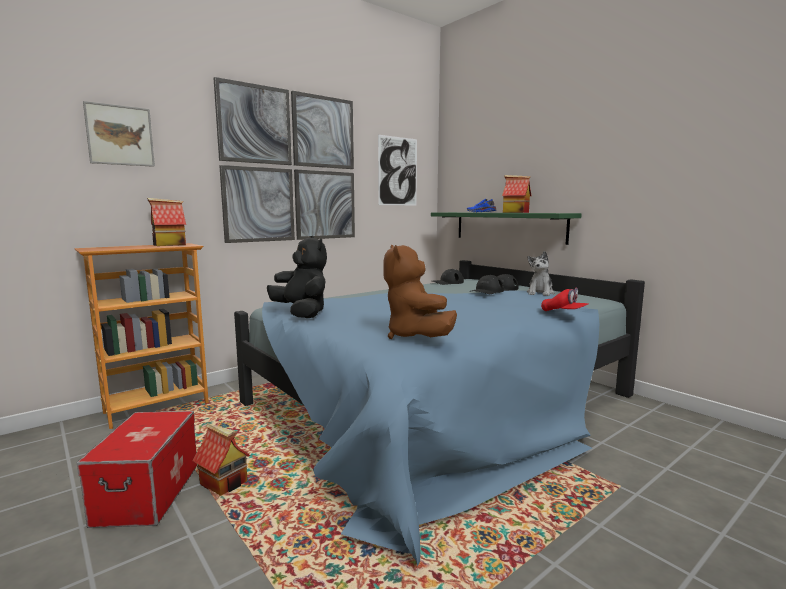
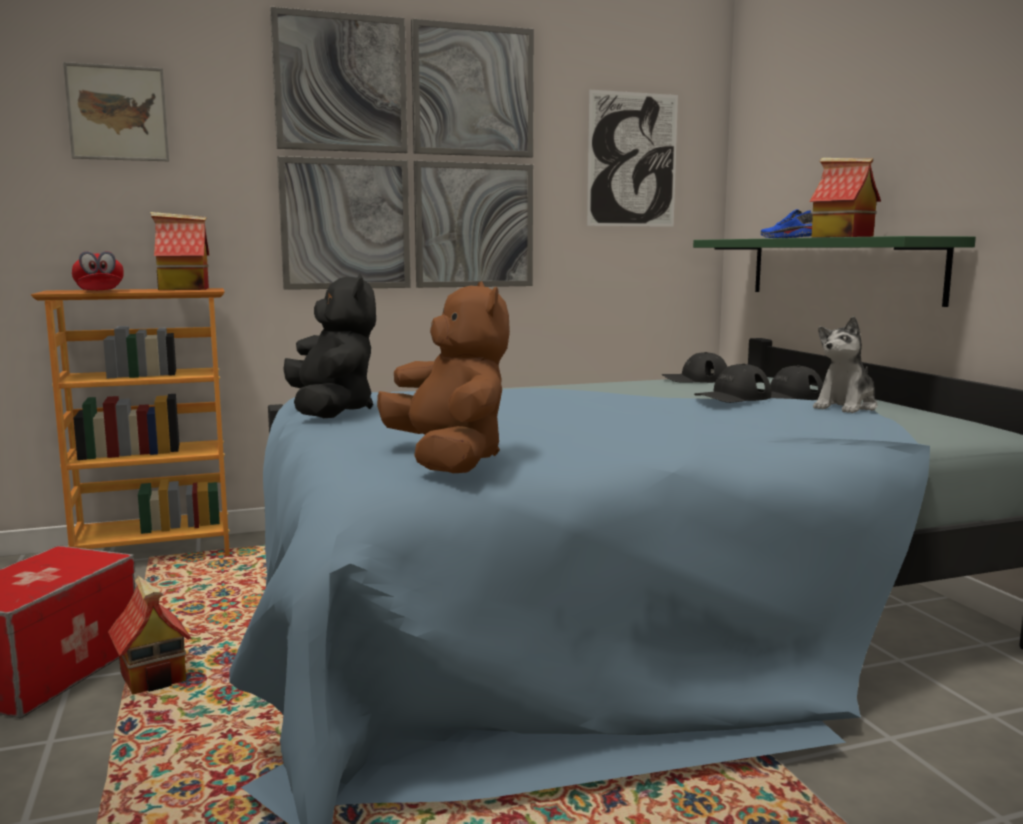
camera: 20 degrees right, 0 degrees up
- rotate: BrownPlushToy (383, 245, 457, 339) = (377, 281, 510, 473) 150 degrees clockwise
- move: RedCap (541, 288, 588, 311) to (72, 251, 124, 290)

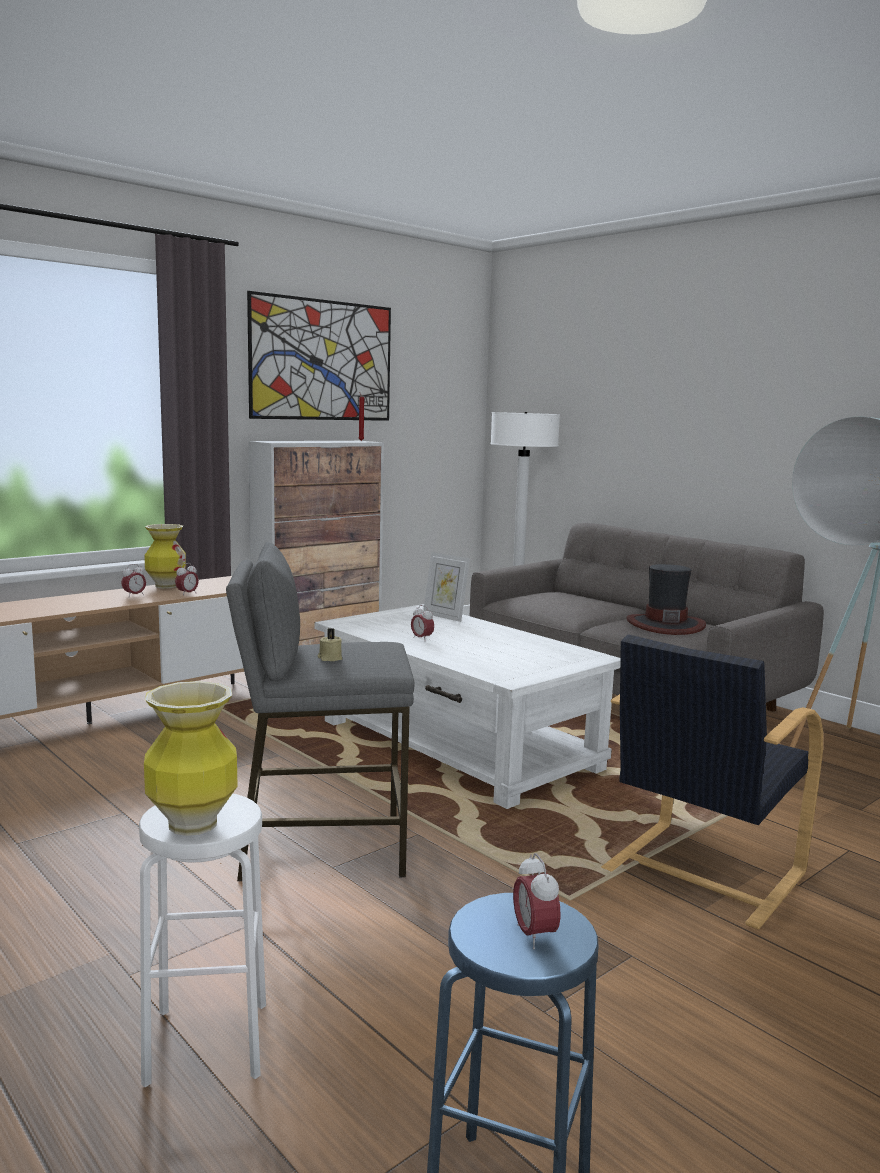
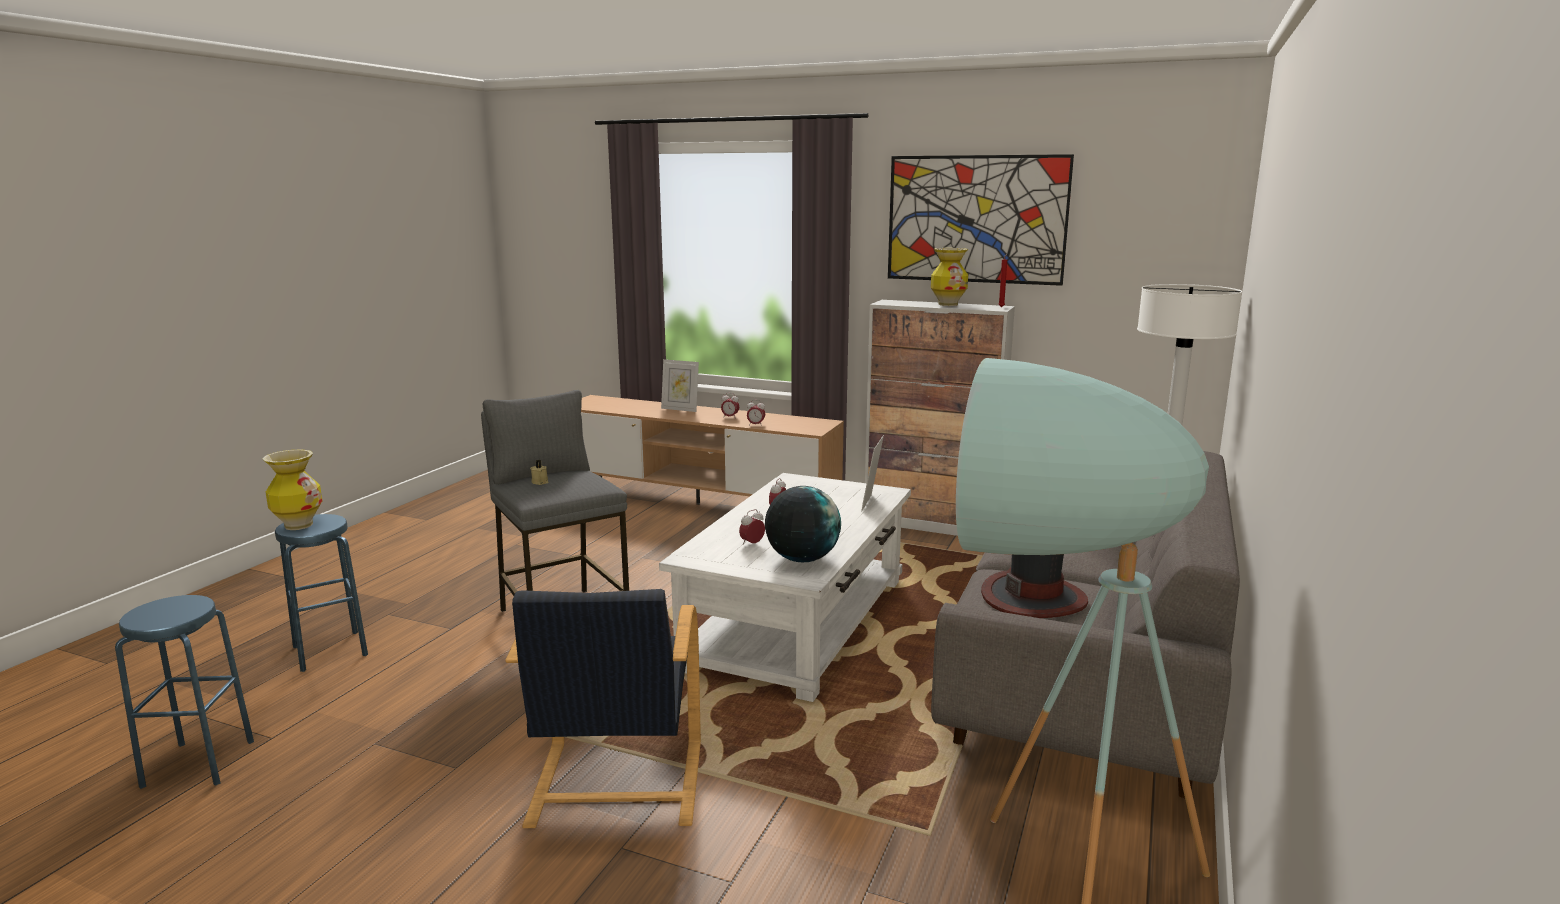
camera: 65 degrees right, 5 degrees up
- recolor: WhiteStool (139, 794, 266, 1087) to BlueStool (275, 514, 368, 672)
- move: Vase (144, 524, 186, 588) to (931, 248, 968, 306)
- move: AlarmClock (513, 853, 561, 950) to (739, 509, 765, 545)
- rotate: BlackArmchair (601, 635, 823, 930) = (505, 589, 701, 828) 105 degrees counterclockwise
- insert: PictureFrame (661, 359, 699, 412)
- insert: Globe (765, 486, 841, 562)

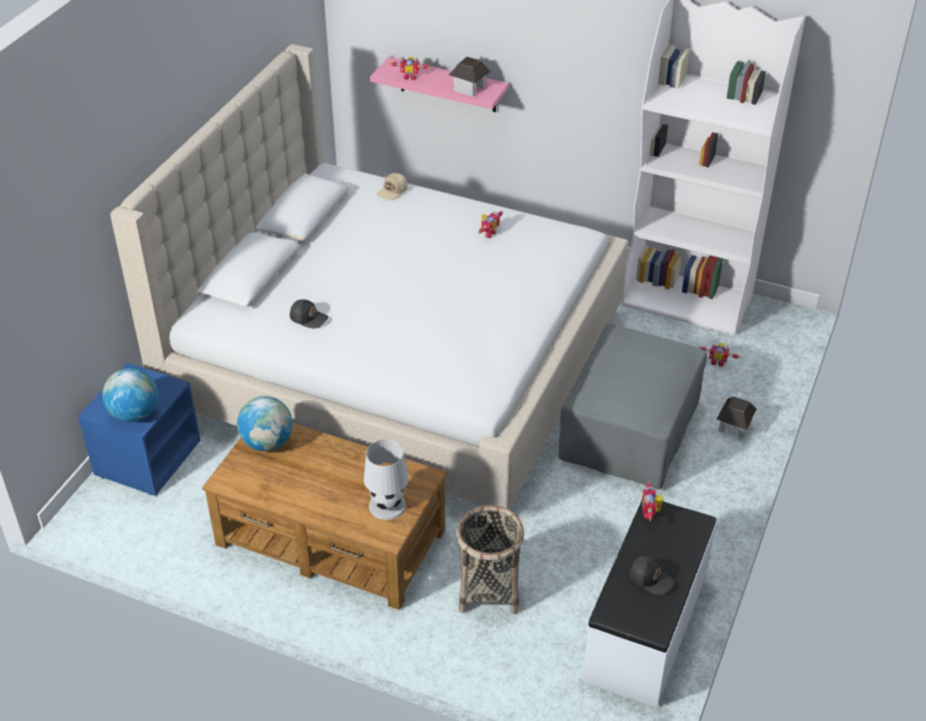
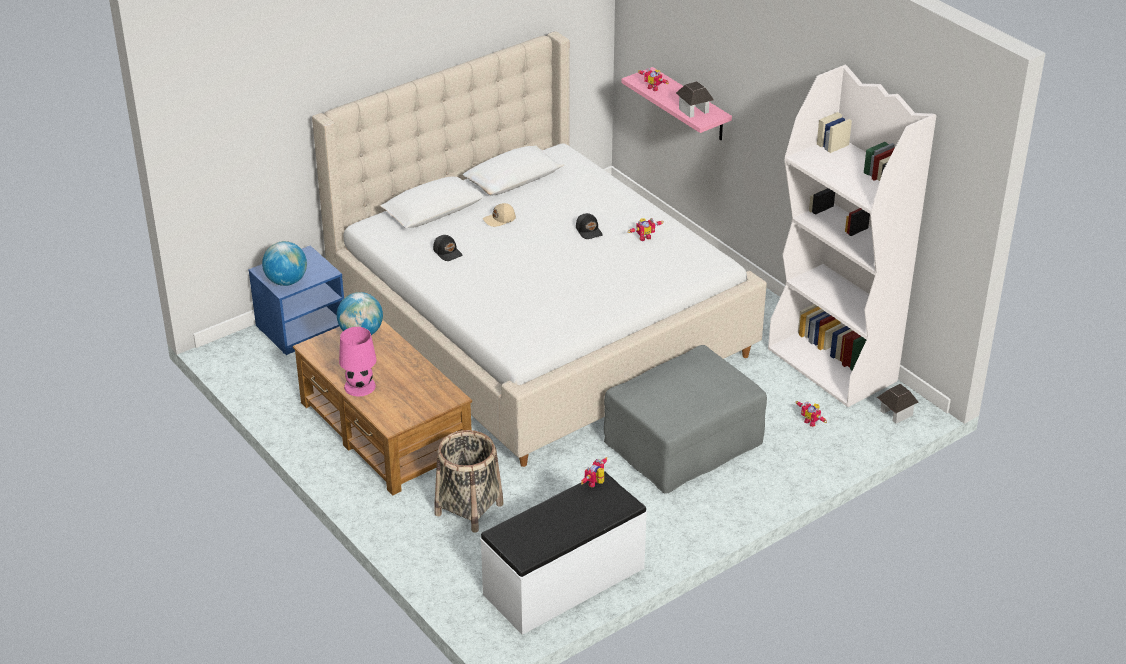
camera: 30 degrees right, 5 degrees down
- delete: WhiteTableLamp (364, 439, 409, 520)
- move: BeigeCap (377, 173, 408, 200) to (483, 203, 516, 227)
- move: BlackCap (629, 556, 674, 595) to (576, 213, 603, 239)
- move: ToyHouse (717, 396, 757, 439) to (877, 384, 918, 423)
- insert: PinkTableLamp (339, 327, 376, 396)

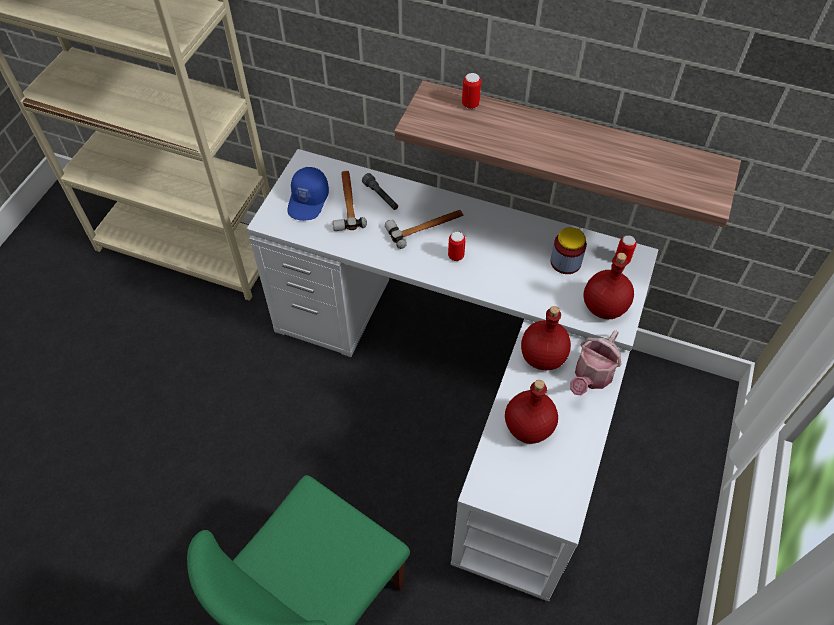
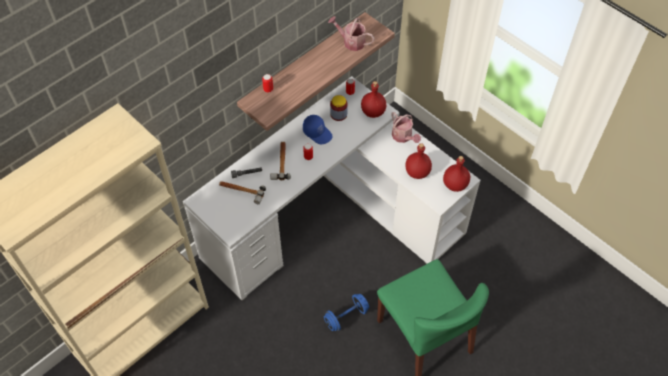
camera: 65 degrees left, 0 degrees up
- move: BlueCap (287, 167, 329, 221) to (303, 115, 332, 144)
- move: RedBottle (521, 306, 571, 370) to (443, 156, 470, 192)
- insert: BlueDumbbell (324, 294, 369, 331)
- insert: WateringCan (328, 16, 375, 51)

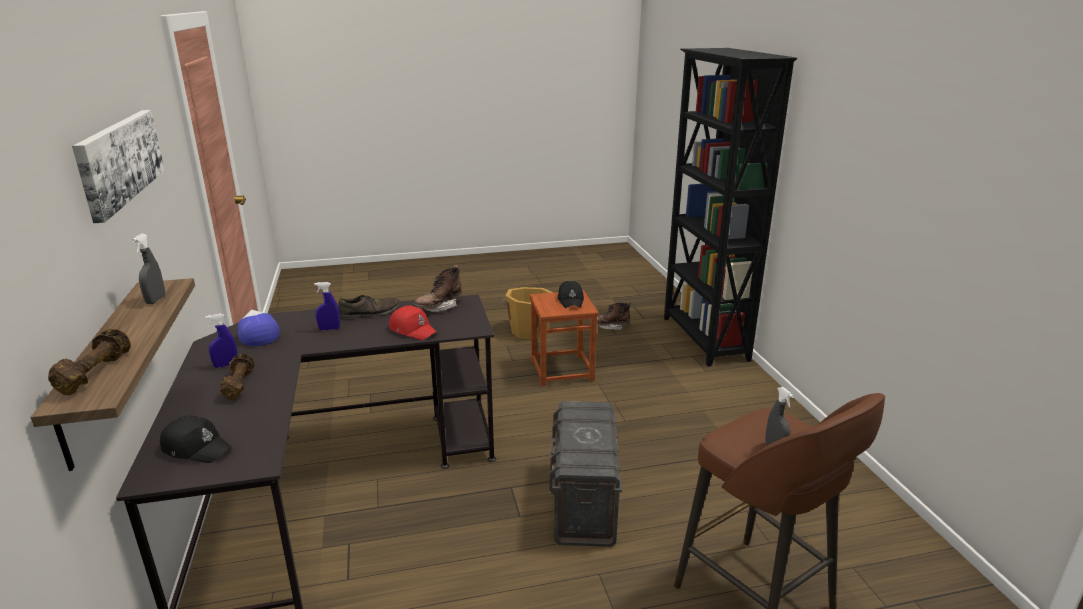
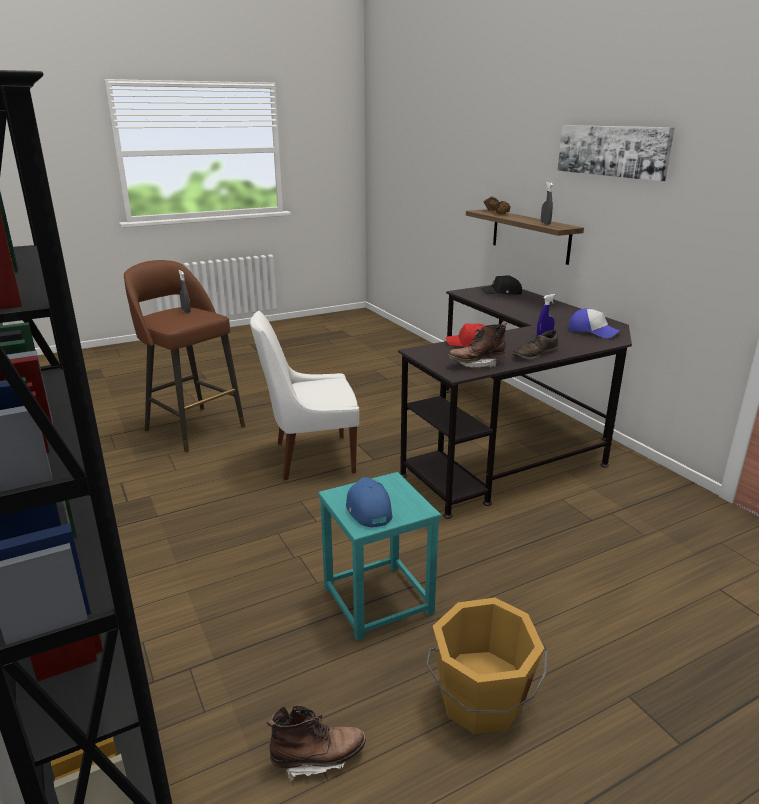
camera: 165 degrees right, 0 degrees up
- delete: BlueSprayBottle (205, 314, 238, 368)
- delete: BrownDumbbell (220, 354, 255, 400)
- rotate: BrownBoot (413, 265, 462, 312) = (447, 322, 507, 368) 135 degrees counterclockwise
- recolor: BrownStool (530, 290, 599, 386) to TurquoiseStool (318, 472, 441, 641)
- replace: GreyStorageBox (550, 401, 622, 547) to WhiteChair (250, 311, 359, 480)
- recolor: BlackCap (558, 281, 584, 308) to BlueCap (346, 477, 393, 528)

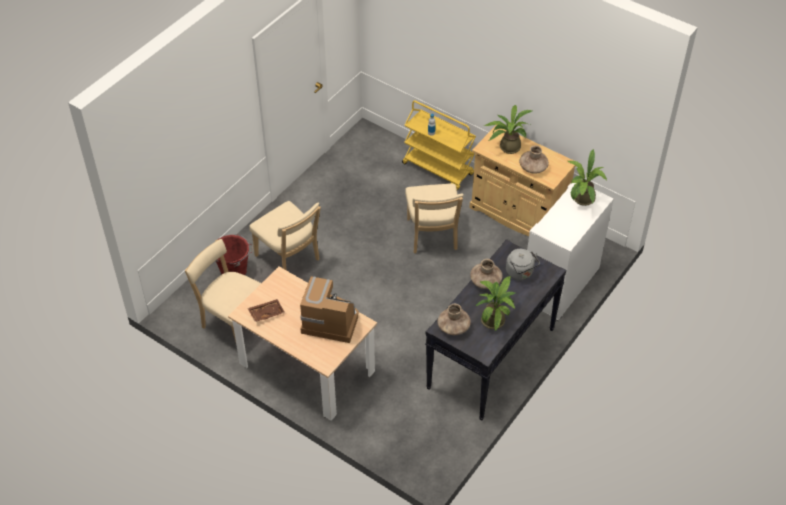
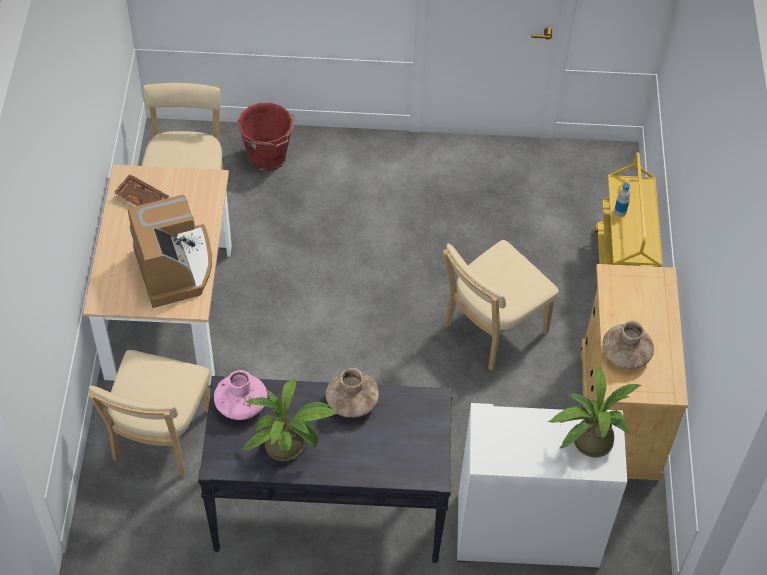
camera: 55 degrees right, 5 degrees up
- move: BeigeChair (249, 201, 321, 271) to (88, 350, 210, 477)
- recolor: BrownVase (437, 304, 471, 335) to PinkVase (214, 370, 268, 420)
- delete: PottedPlant (483, 105, 532, 154)
- delete: GreyKettle (506, 249, 540, 281)

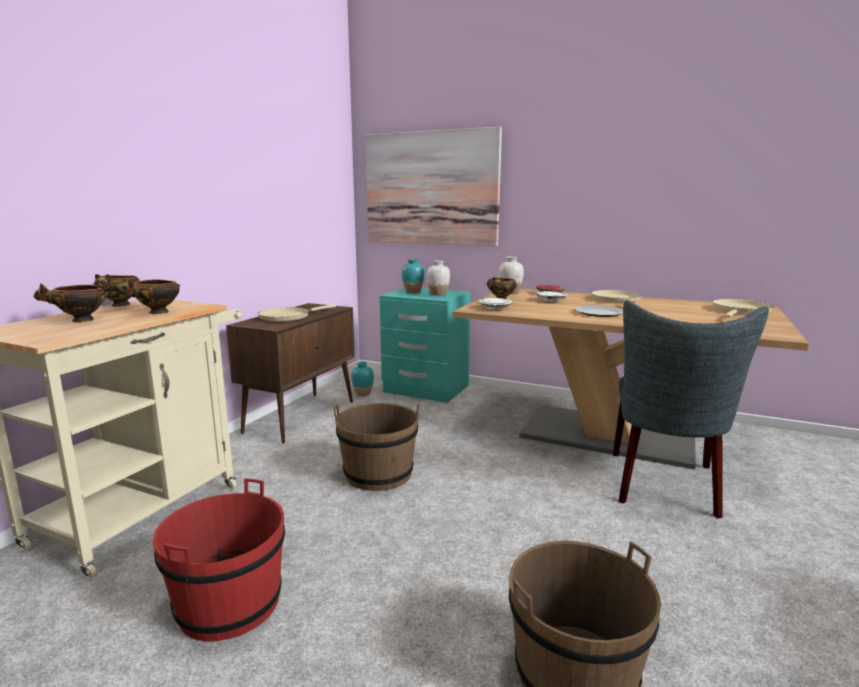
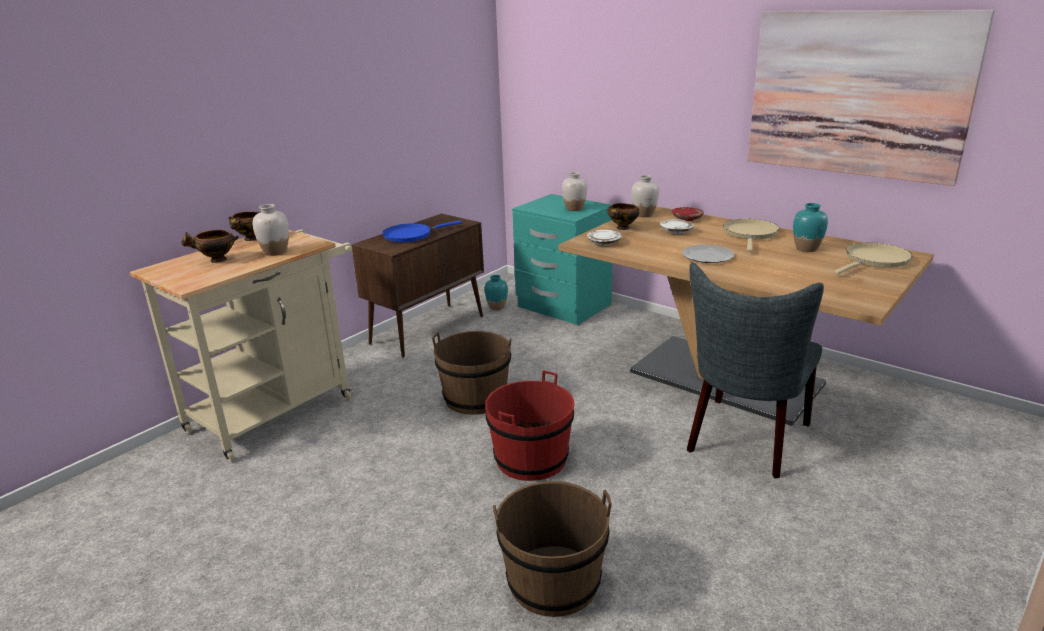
camera: 15 degrees right, 10 degrees up
- replace: Bowl (120, 279, 180, 314) to WhiteVase (253, 204, 289, 256)
- move: RedBucket (153, 478, 285, 642) to (485, 370, 574, 481)
- recolor: BeigeFryingPan (258, 305, 336, 322) to BlueFryingPan (382, 221, 462, 242)
- move: Picture (365, 127, 502, 246) to (748, 10, 995, 186)
- move: TurquoiseVase (402, 259, 424, 293) to (793, 203, 828, 252)

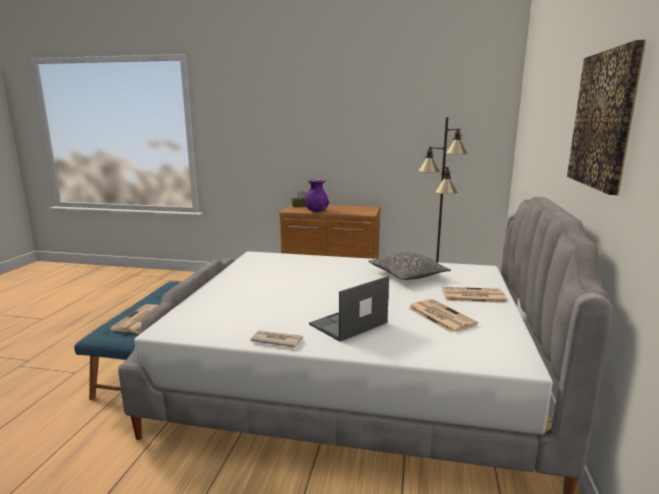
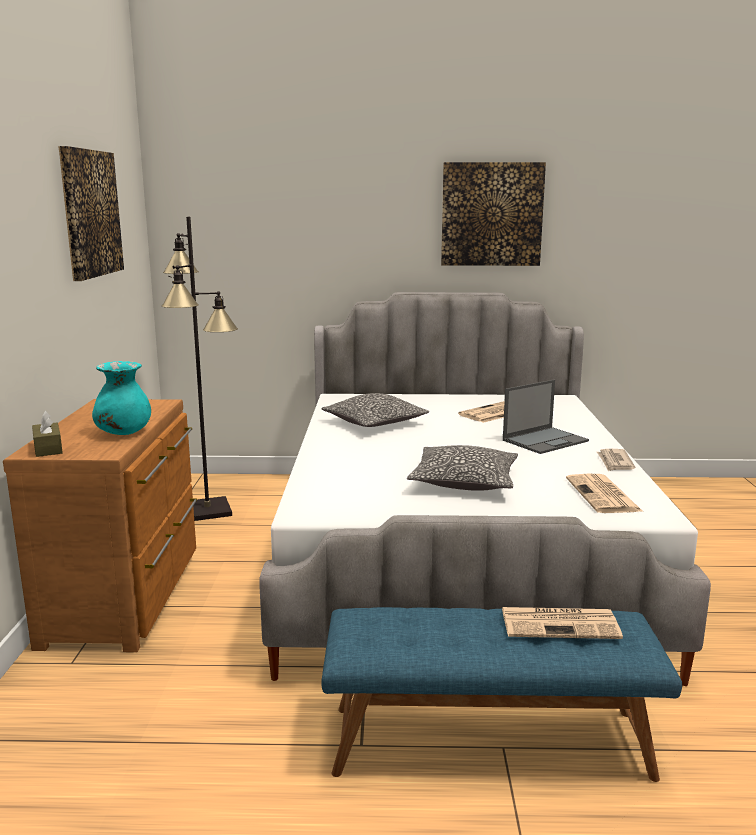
camera: 100 degrees left, 0 degrees up
- recolor: PurpleVase (305, 179, 329, 212) to TurquoiseVase (92, 361, 151, 435)
- rotate: Laptop (309, 276, 389, 342) = (503, 380, 589, 454) 75 degrees counterclockwise
- move: Newspaper (442, 287, 508, 303) to (566, 474, 642, 513)
- insert: Picture (58, 146, 124, 281)
- insert: Pillow (407, 445, 518, 491)

